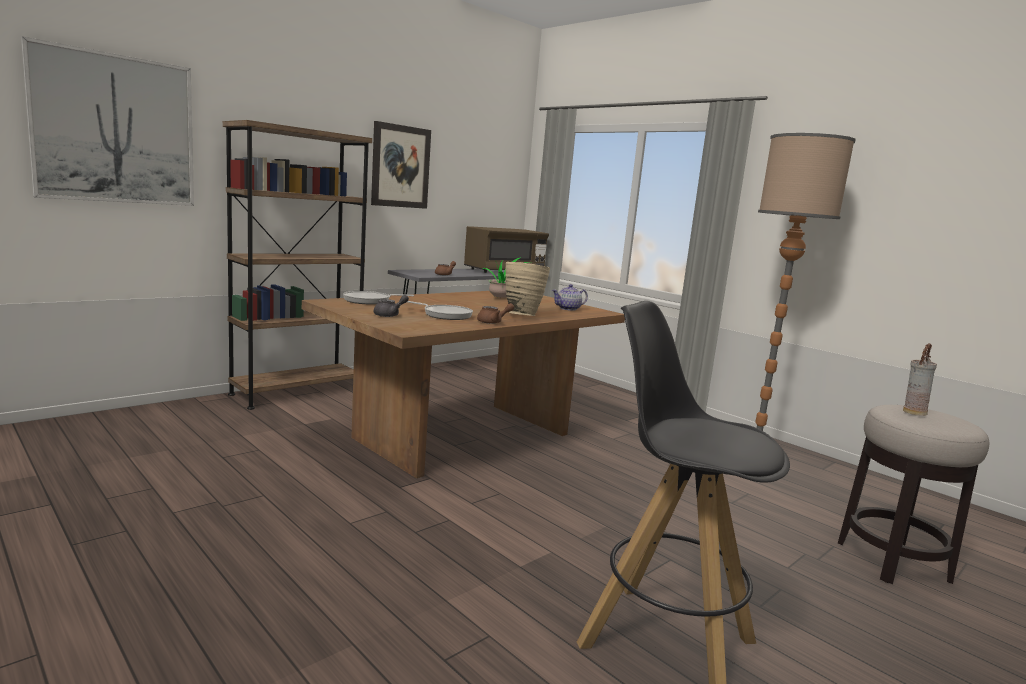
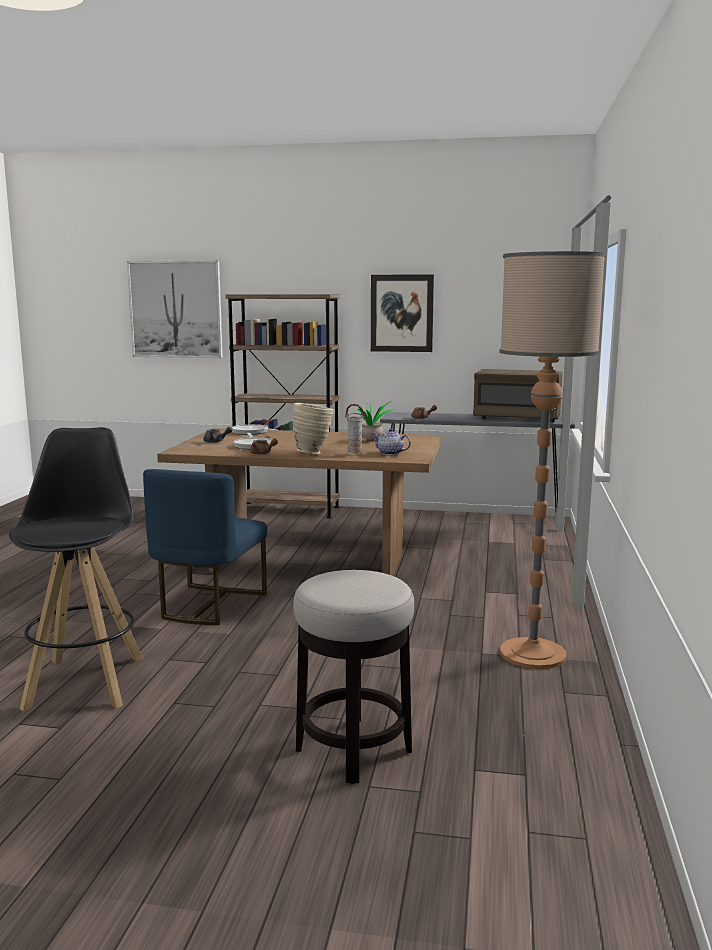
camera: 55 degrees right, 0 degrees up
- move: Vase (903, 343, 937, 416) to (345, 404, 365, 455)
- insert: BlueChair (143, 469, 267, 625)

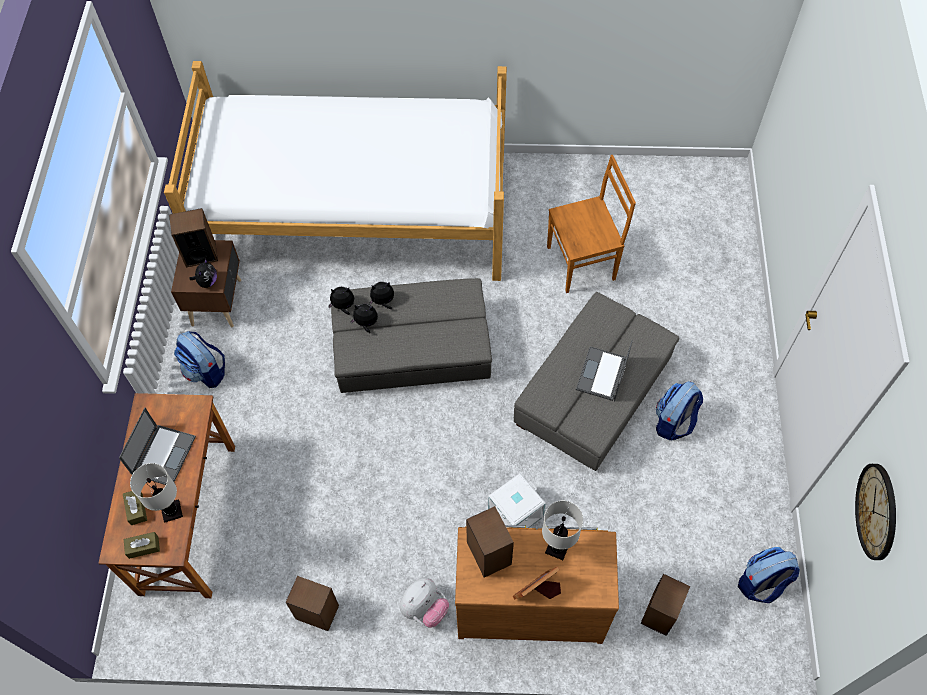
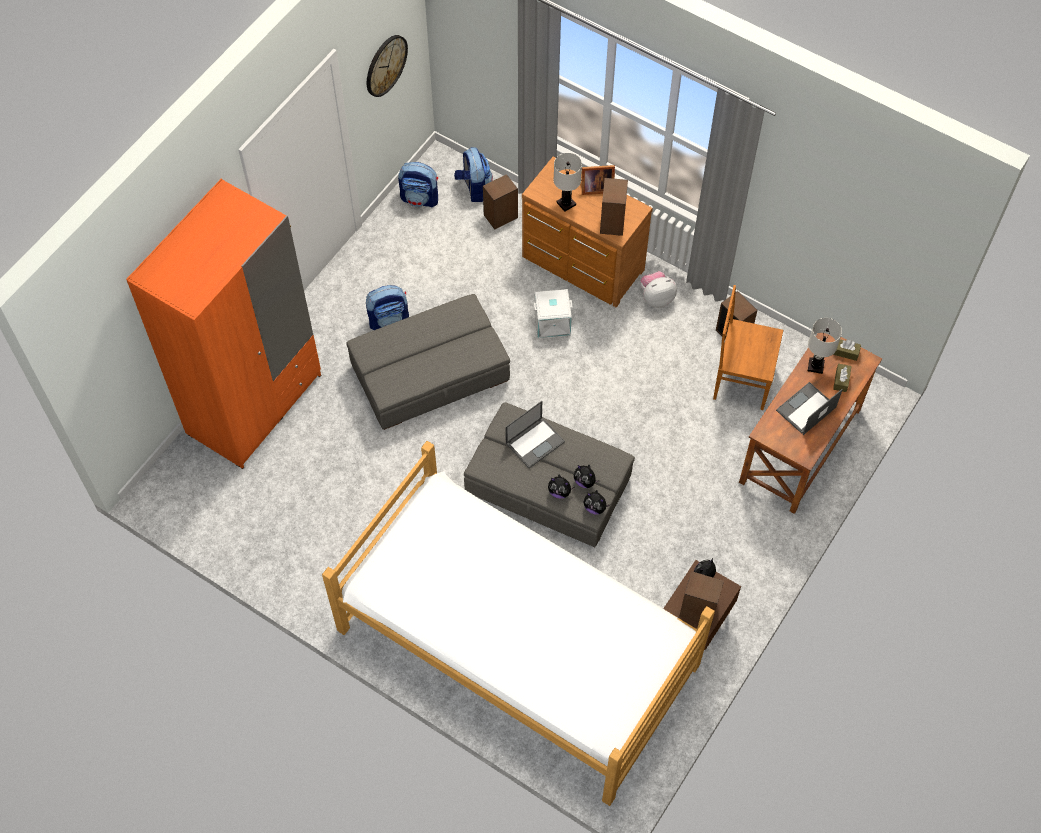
camera: 150 degrees left, 0 degrees up
- move: Backpack (174, 331, 225, 388) to (454, 147, 493, 202)
- move: BrownChair (547, 155, 636, 293) to (713, 285, 783, 410)
- move: Laptop (576, 340, 633, 402) to (505, 401, 565, 468)
- insert: OrangeWardrobe (126, 178, 321, 469)

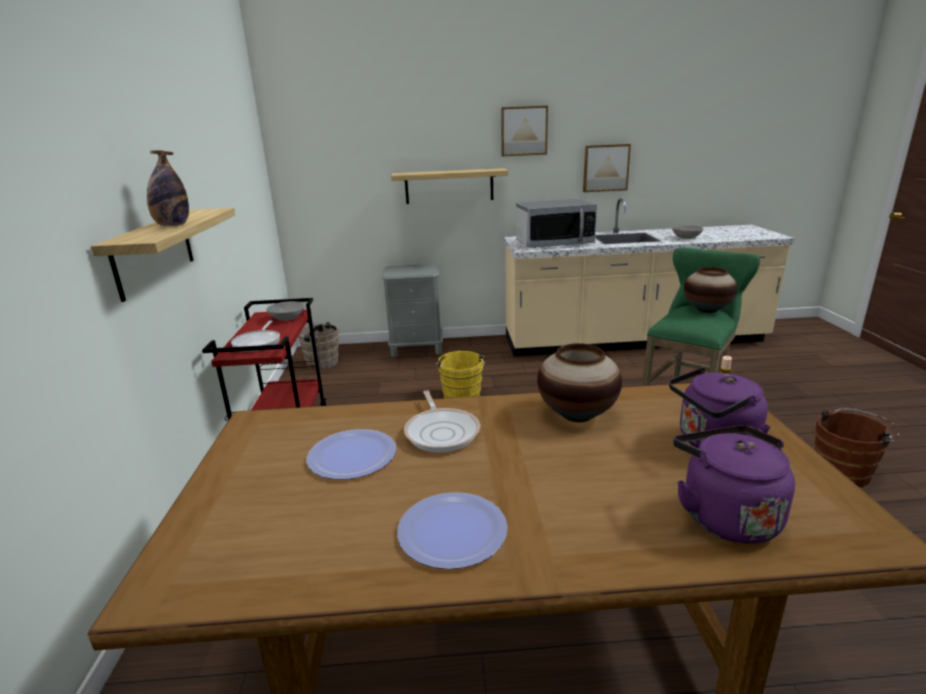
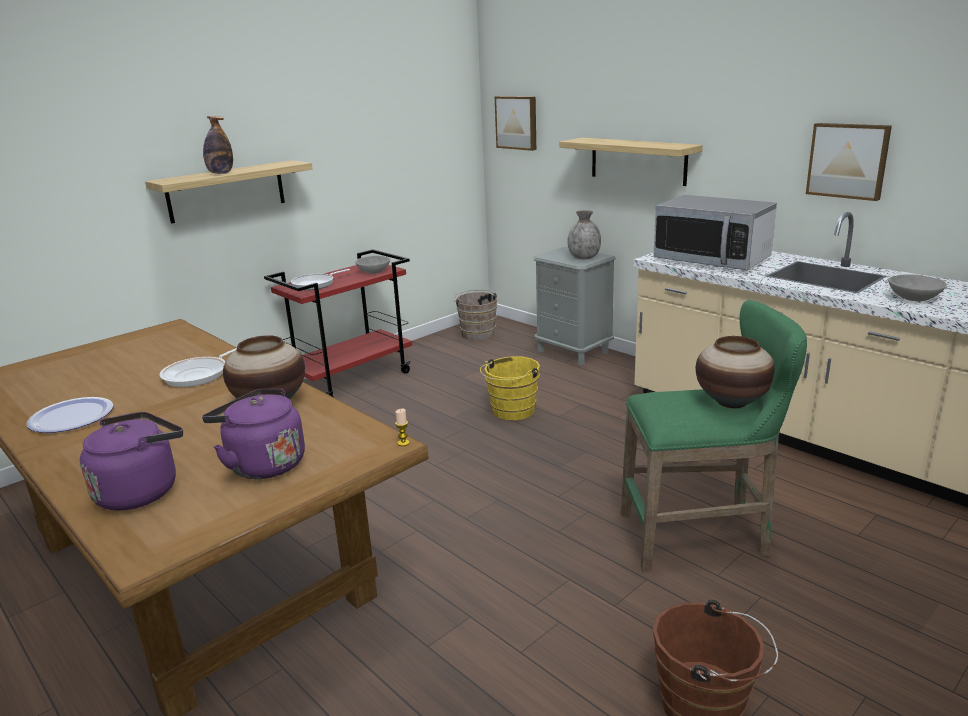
camera: 50 degrees right, 0 degrees up
- delete: Plate (306, 429, 396, 480)
- move: Picture (501, 106, 548, 156) to (495, 96, 536, 151)
- insert: GreyVase (567, 210, 601, 259)

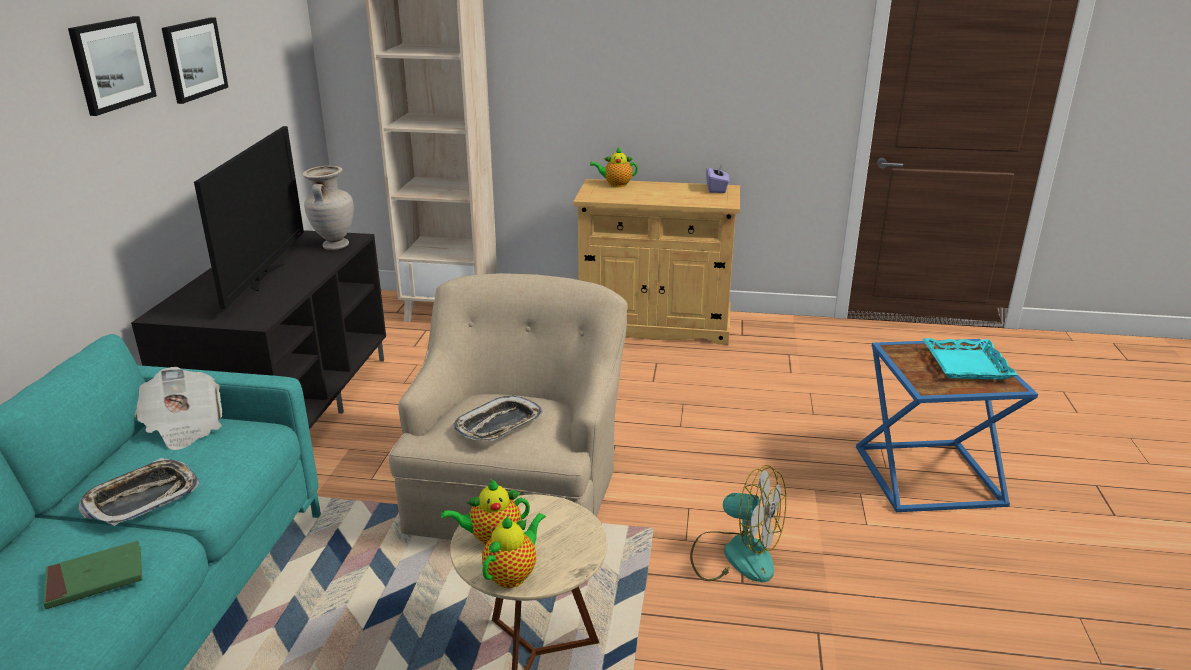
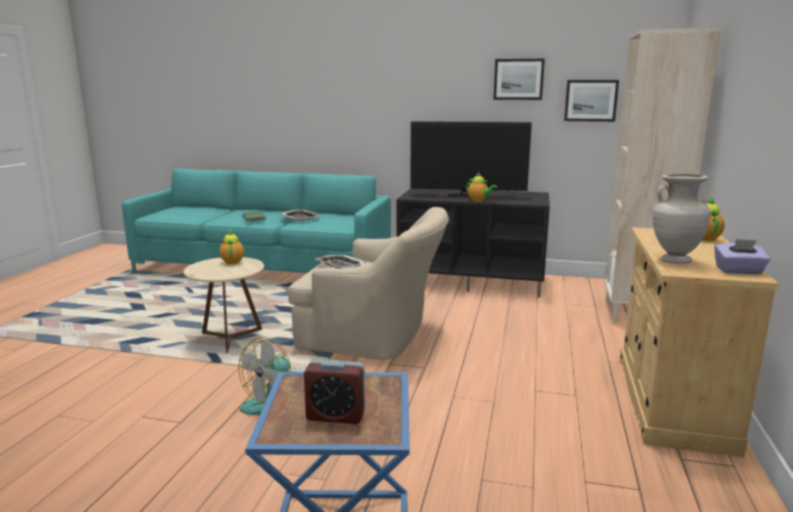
camera: 95 degrees right, 10 degrees down
- move: Picture (68, 16, 157, 116) to (564, 80, 619, 122)
- delete: Newspaper (135, 367, 222, 450)
- move: BeigeVase (303, 166, 354, 250) to (653, 174, 710, 264)
- move: Teapot (482, 513, 546, 588) to (466, 172, 497, 201)
- replace: TurquoiseTray (923, 338, 1018, 380) to AlarmClock (304, 359, 365, 424)

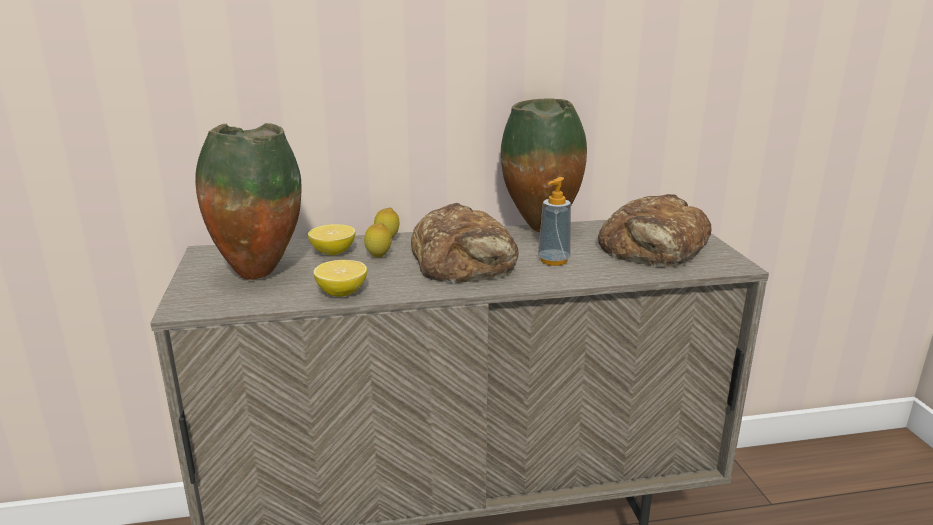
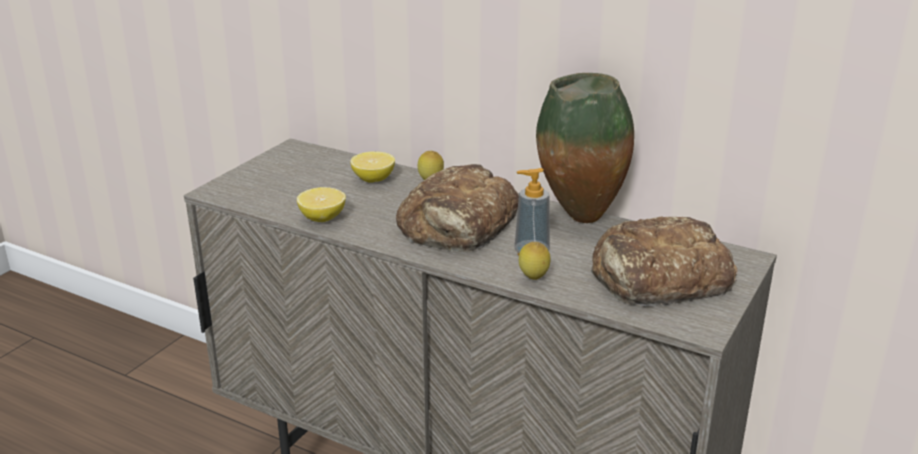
camera: 40 degrees right, 5 degrees up
- delete: Vase (195, 123, 302, 280)
- move: Lemon (364, 223, 392, 257) to (519, 242, 551, 280)

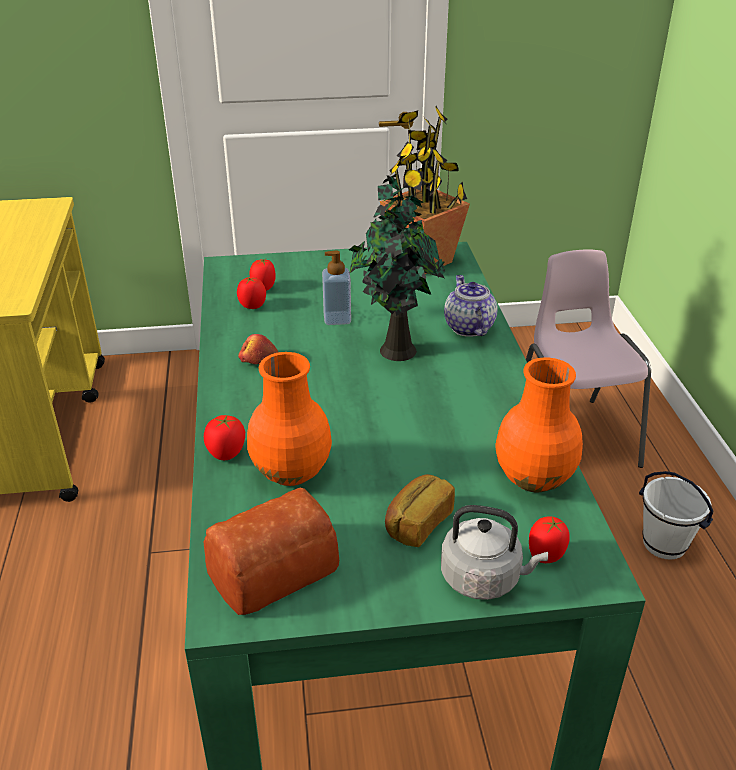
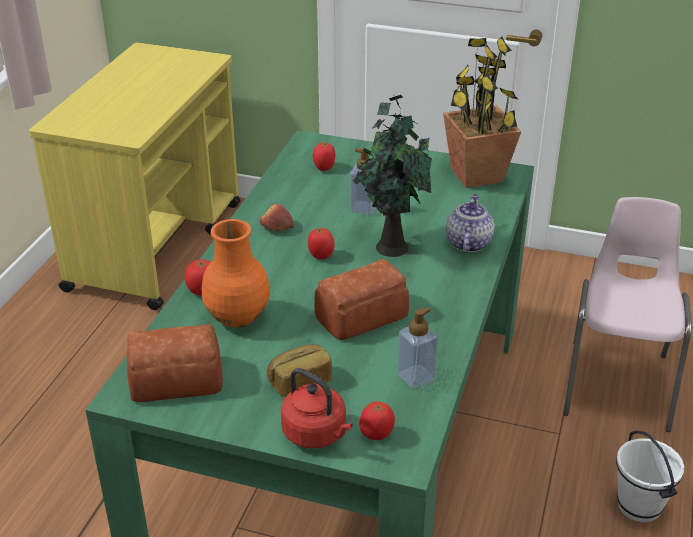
camera: 25 degrees right, 0 degrees up
- move: Tomato (237, 277, 266, 309) to (308, 228, 335, 259)
- recolor: GreyKettle (441, 505, 548, 600) to RedKettle (281, 368, 353, 448)
- replace: OrangeVase (495, 357, 583, 493) to SoapDispenser (397, 307, 438, 388)
- insert: Bread (314, 259, 409, 340)

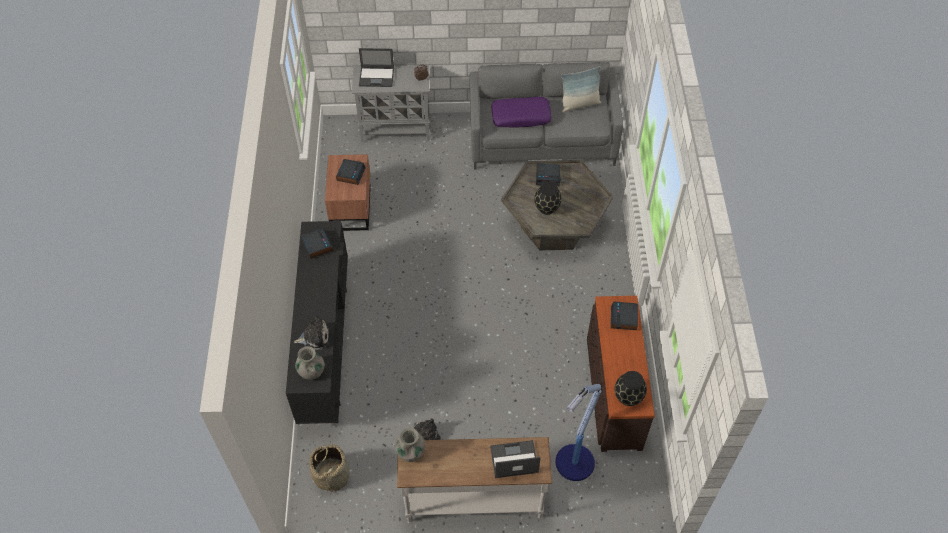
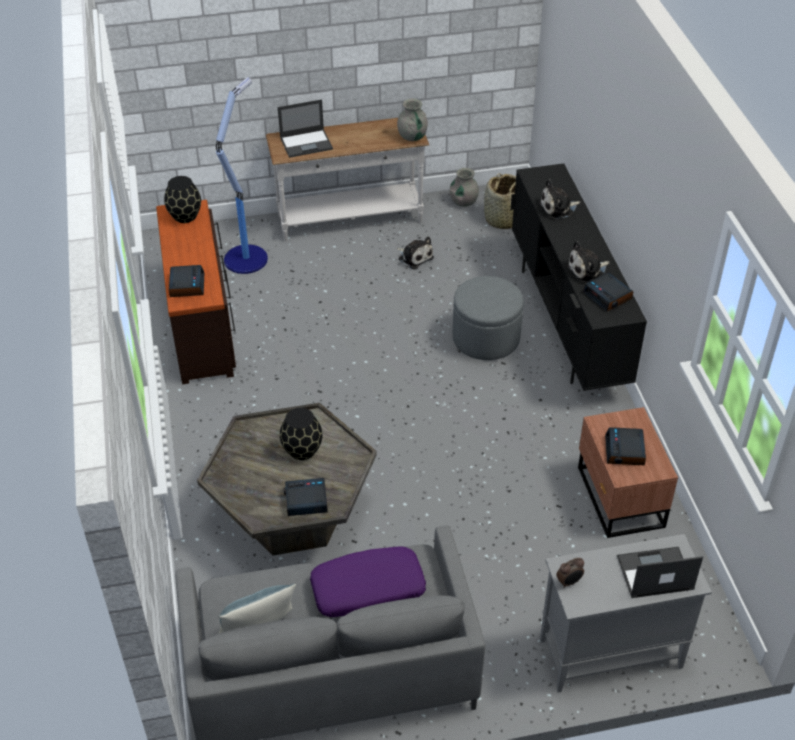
camera: 170 degrees right, 10 degrees down
- move: GreyVase (295, 346, 325, 380) to (450, 168, 479, 207)
- insert: GreyOttoman (453, 276, 524, 360)
- insert: PlushToy (566, 241, 610, 283)

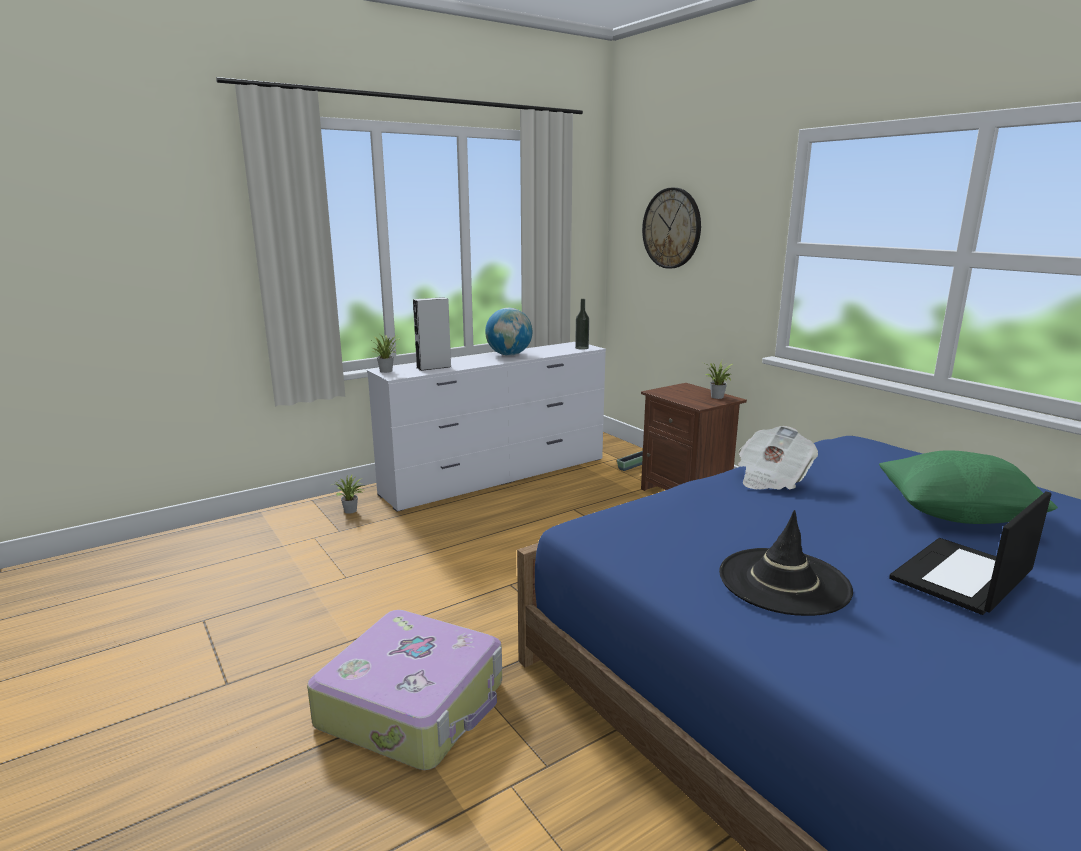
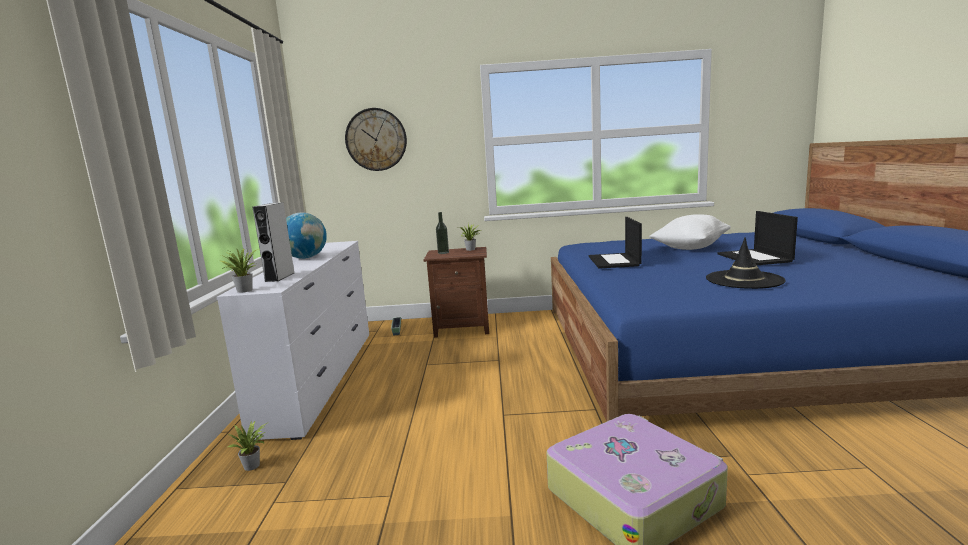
camera: 55 degrees left, 5 degrees down
- move: Bottle (575, 299, 589, 349) to (436, 212, 449, 254)
- replace: Newspaper (738, 426, 818, 490) to Laptop (589, 217, 642, 269)
- recolor: GreenPillow (879, 450, 1058, 524) to WhitePillow (649, 214, 731, 250)

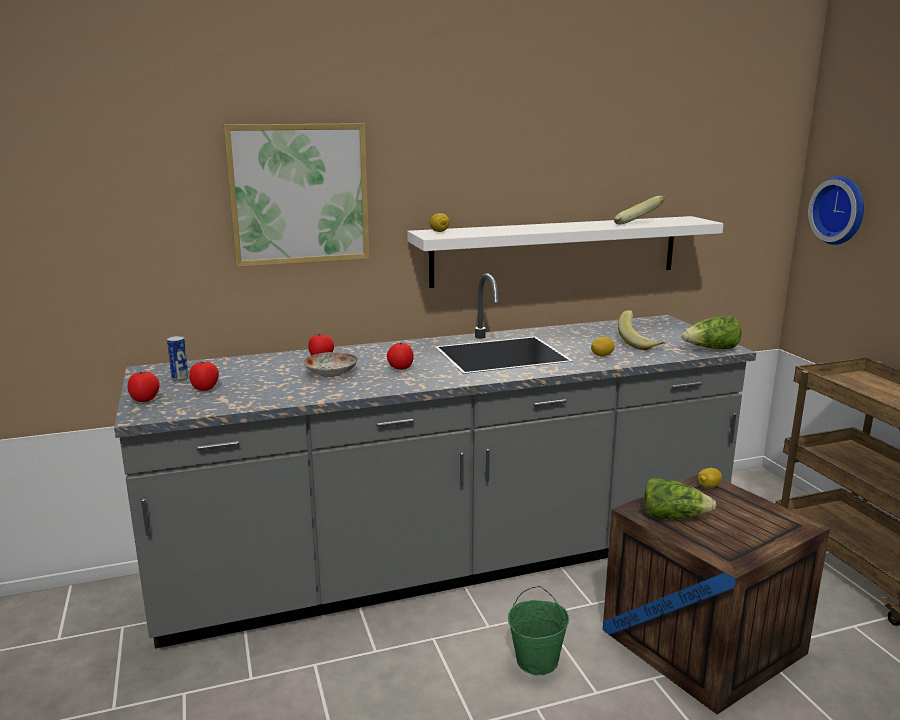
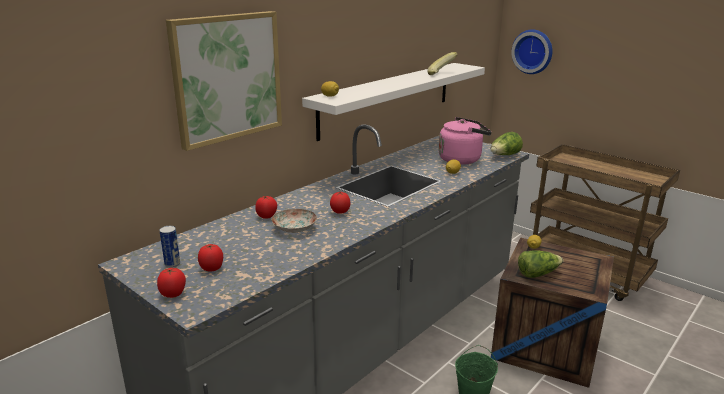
camera: 30 degrees left, 5 degrees up
- replace: Banana (618, 310, 666, 350) to PinkKettle (438, 117, 492, 165)

